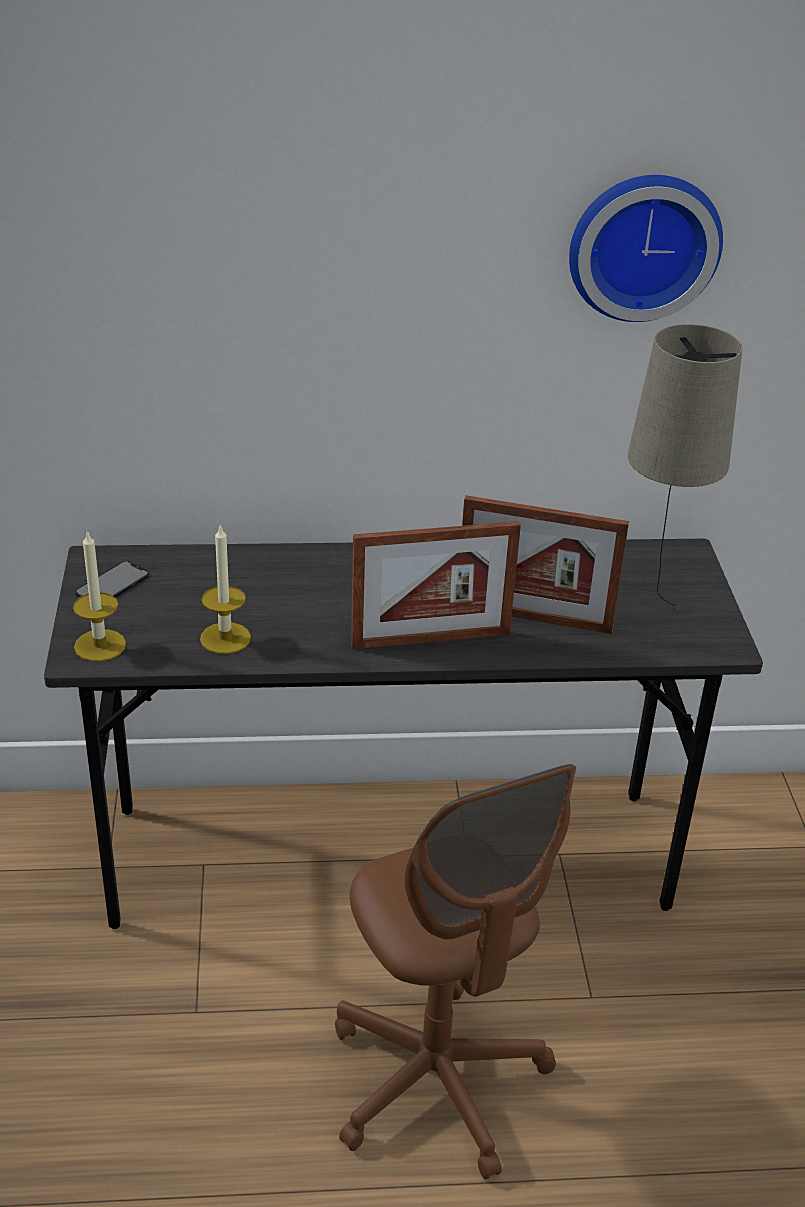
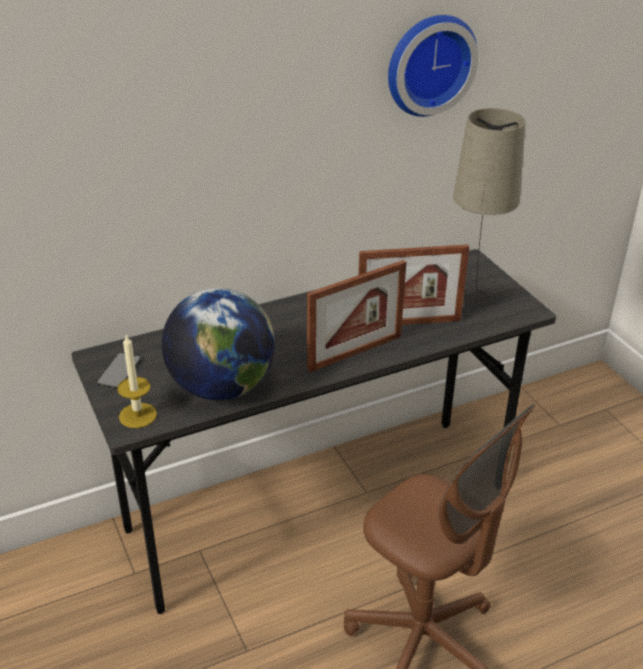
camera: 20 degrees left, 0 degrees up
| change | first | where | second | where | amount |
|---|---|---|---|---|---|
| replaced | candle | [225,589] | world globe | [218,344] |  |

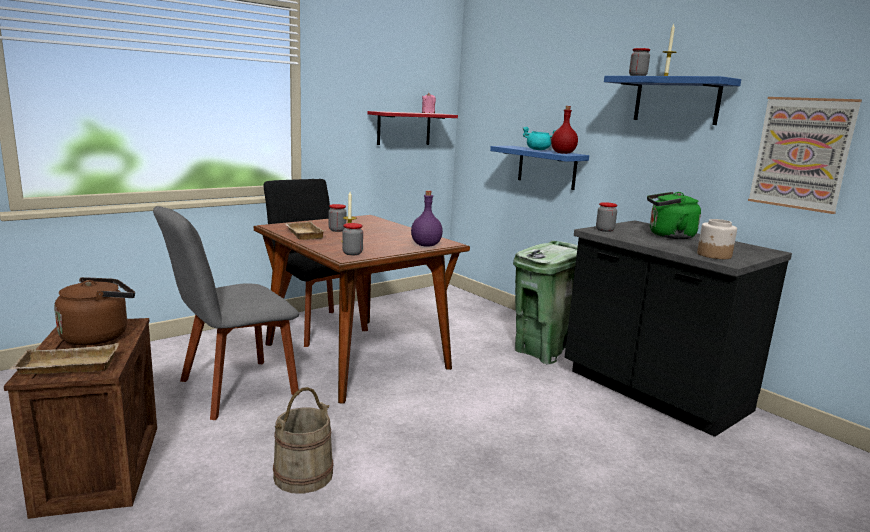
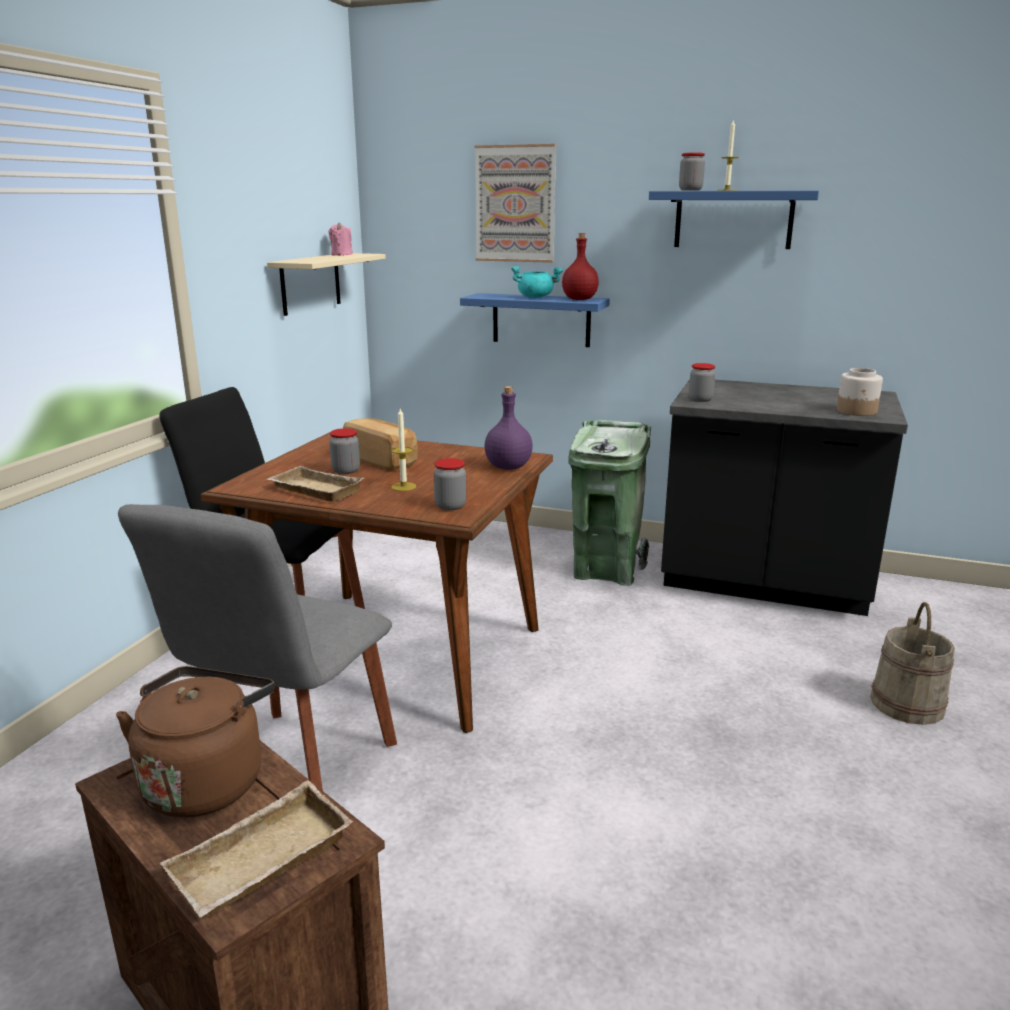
camera: 30 degrees left, 5 degrees up
| change | first | where | second | where | amount |
|---|---|---|---|---|---|
| moved | sand-coloured water bucket | [303,440] |  | [912,663] |  |
| recoloured | red shelf | [413,128] | sand-coloured shelf | [326,284] |  |
| removed | greenish water kettle | [674,215] |  |  |  |
| moved | wall art | [805,155] |  | [515,203] |  |
| added |  |  | baked bread | [380,444] |  |

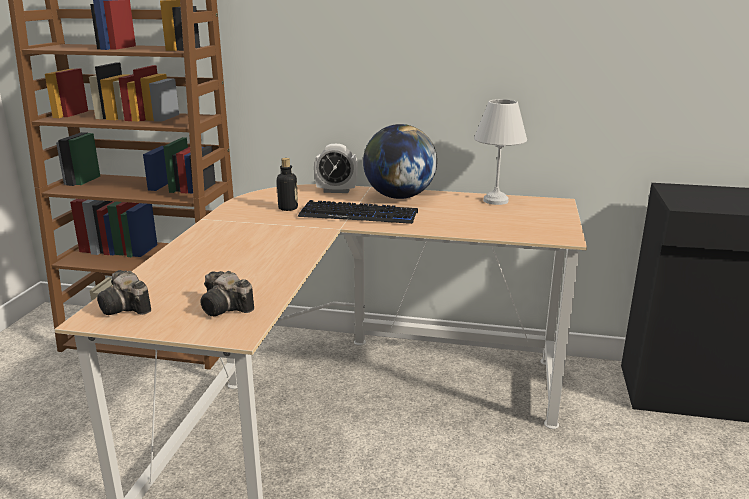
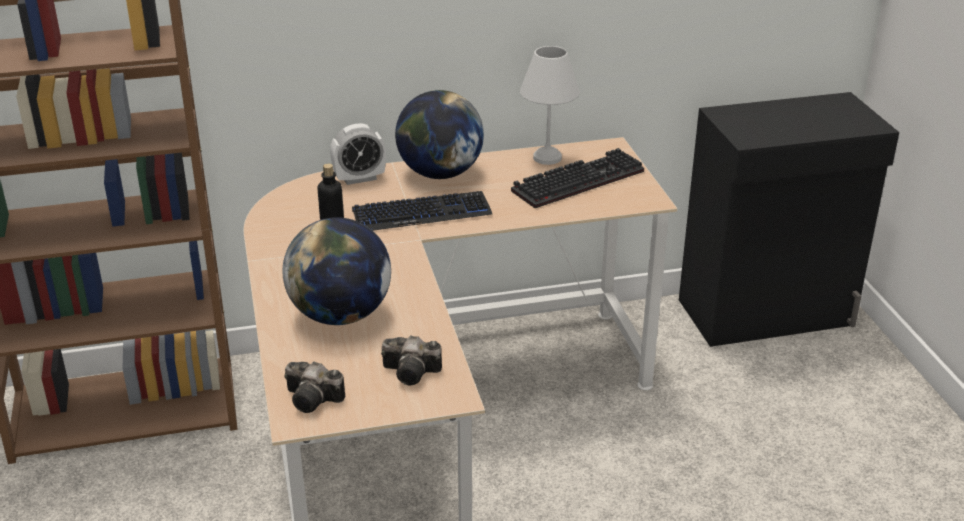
camera: 25 degrees left, 10 degrees up
| change | first | where | second | where | amount |
|---|---|---|---|---|---|
| added |  |  | world globe | [337,271] |  |
| added |  |  | computer keyboard | [577,178] |  |

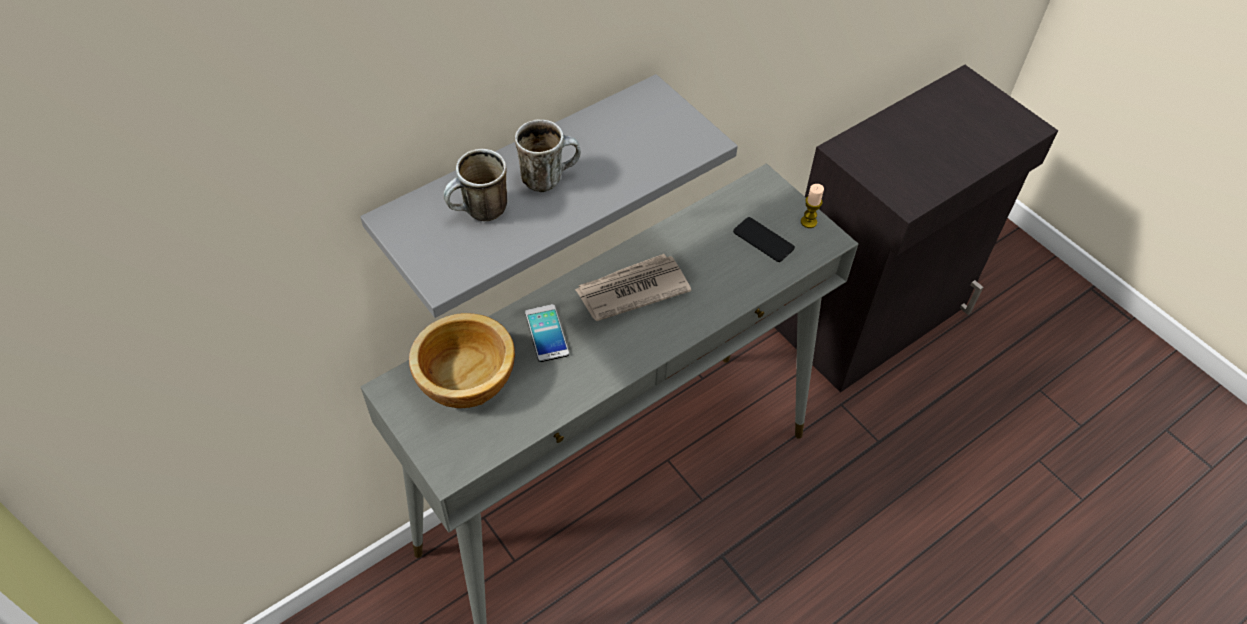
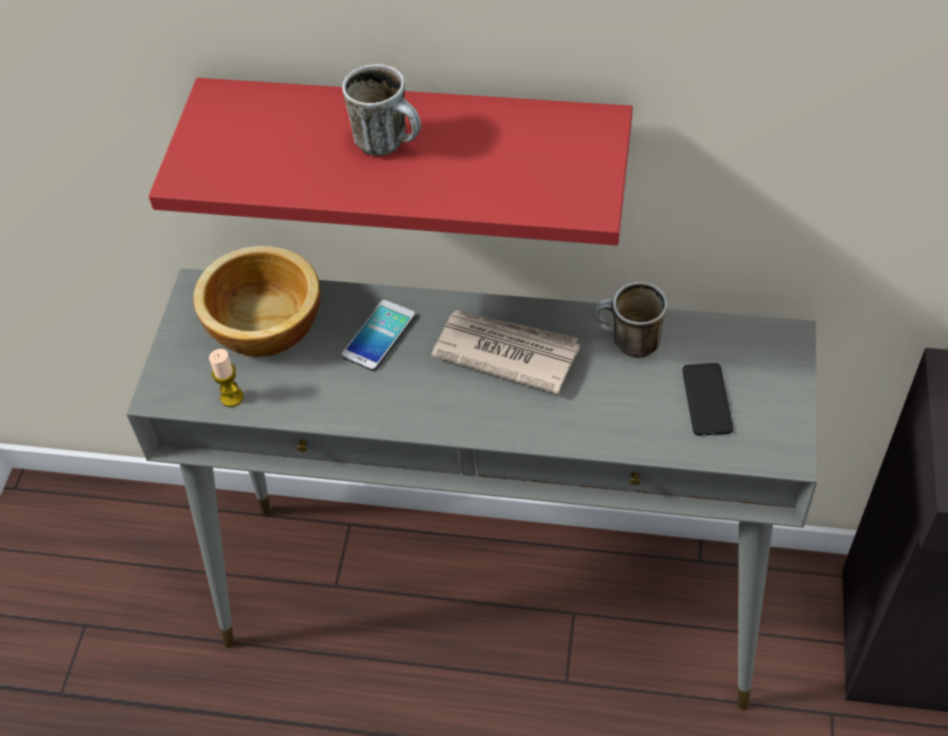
camera: 50 degrees right, 0 degrees up
| change | first | where | second | where | amount |
|---|---|---|---|---|---|
| recoloured | grey shelf | [549,196] | red shelf | [391,162] |  |
| moved | tea mug | [475,185] |  | [630,320] |  |
| moved | candle | [812,206] |  | [226,378] |  |

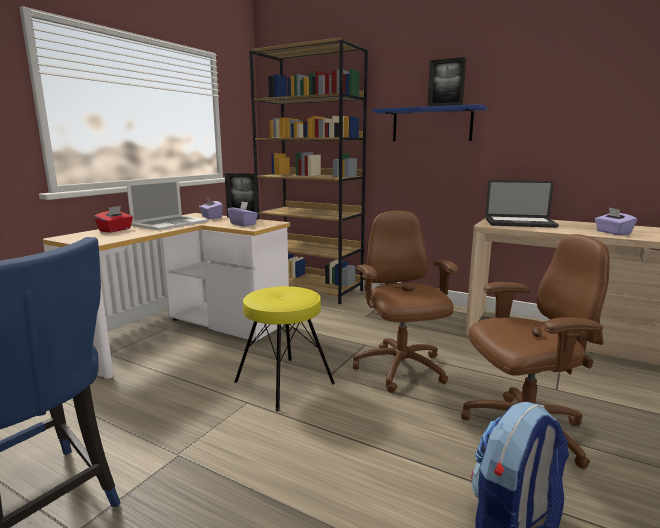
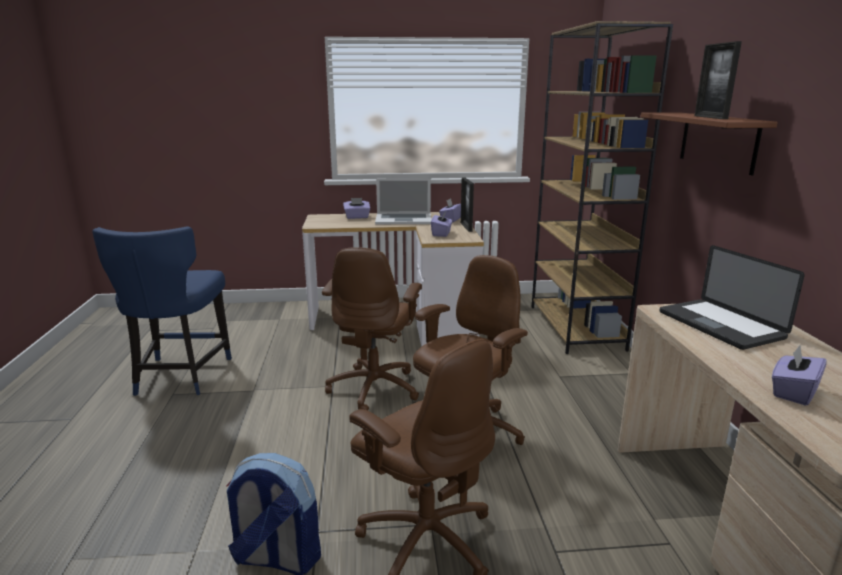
camera: 55 degrees right, 5 degrees up
| change | first | where | second | where | amount |
|---|---|---|---|---|---|
| recoloured | red box of tissues | [113,219] | purple box of tissues | [356,208] |  |
| replaced | yellow-coloured stool seat | [284,349] | brown desk chair | [372,328] |  |
| recoloured | bluish shelf | [430,122] | brown shelf | [709,143] |  |

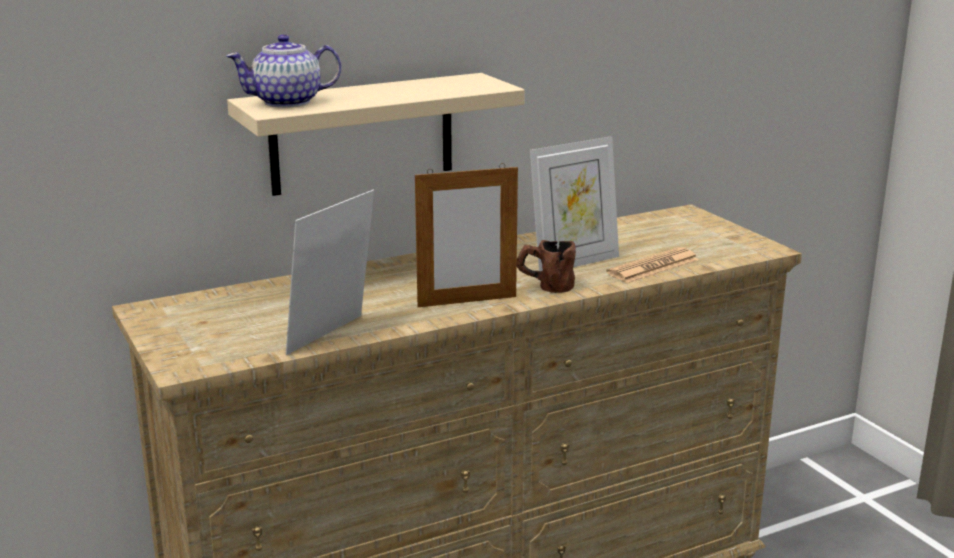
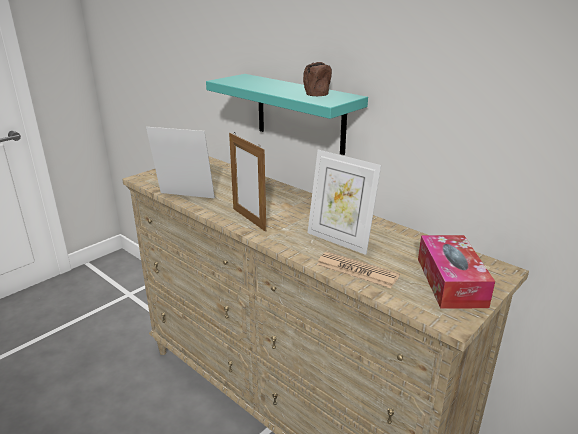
camera: 70 degrees right, 5 degrees up
| change | first | where | second | where | amount |
|---|---|---|---|---|---|
| removed | teapot | [284,71] |  |  |  |
| recoloured | sand-coloured shelf | [376,134] | turquoise shelf | [287,114] |  |
| moved | brown tea mug | [546,266] |  | [317,79] |  |
| added |  |  | box of tissues | [456,272] |  |

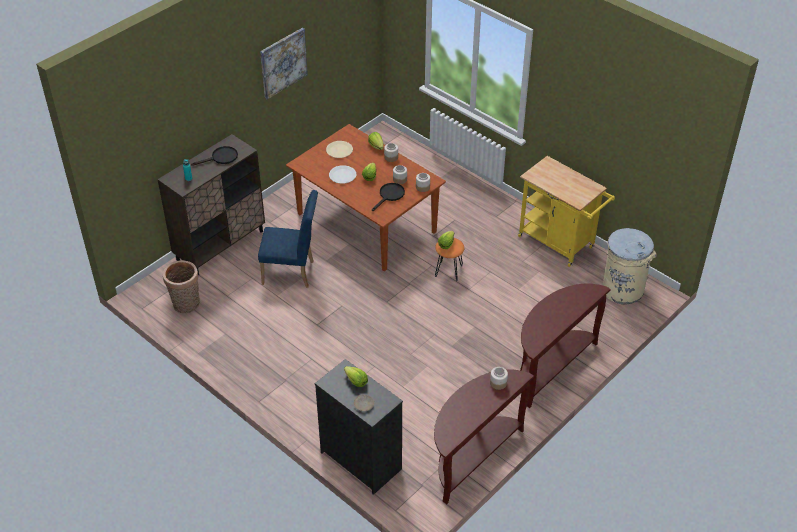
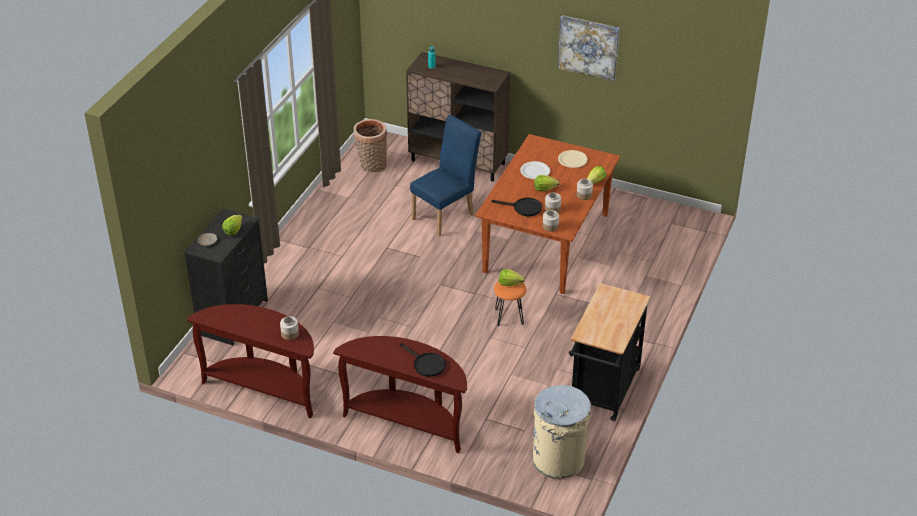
camera: 70 degrees right, 5 degrees down
| change | first | where | second | where | amount |
|---|---|---|---|---|---|
| moved | black frying pan | [214,156] |  | [422,360] |  |
| turned | bluish plain chair | [288,239] |  | [445,175] | 120 degrees counterclockwise |
| recoloured | yellow-coloured wheeled cart | [566,211] | black wheeled cart | [610,352] |  |

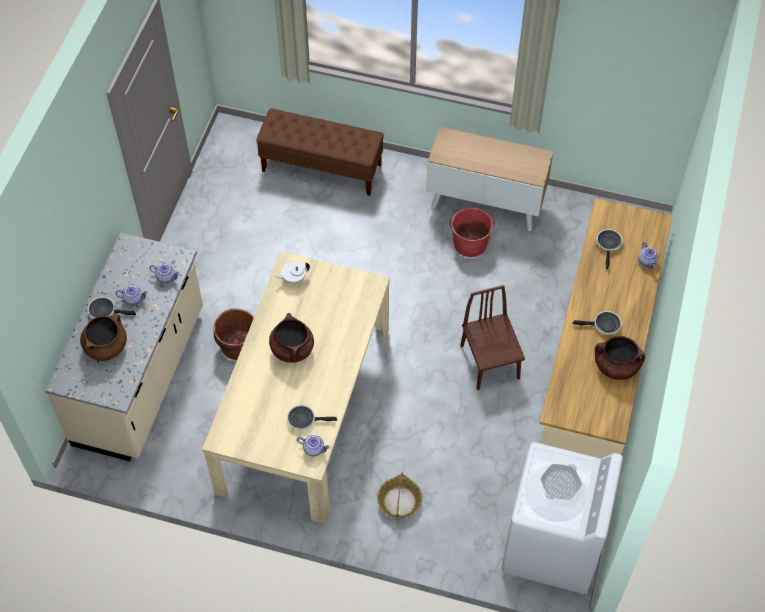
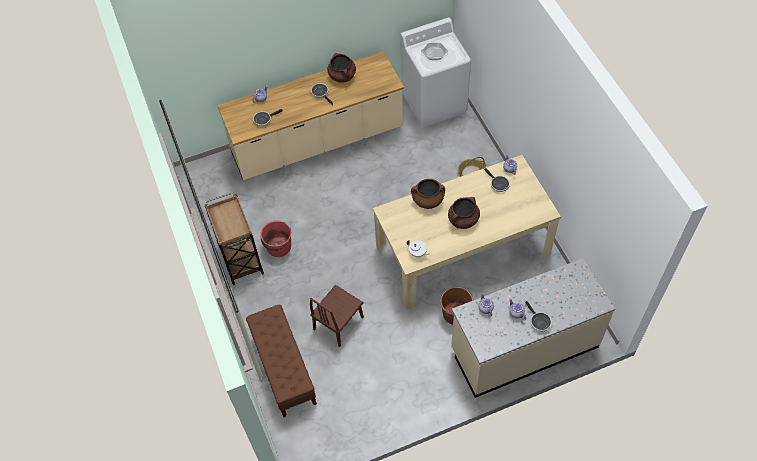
camera: 125 degrees left, 0 degrees up
| change | first | where | second | where | amount |
|---|---|---|---|---|---|
| moved | brown cooking pot | [103,337] |  | [428,194] |  |
| replaced | cabinet | [490,179] | brown wheeled cart | [234,238] |  |
| moved | brown plain chair | [492,337] |  | [337,316] |  |

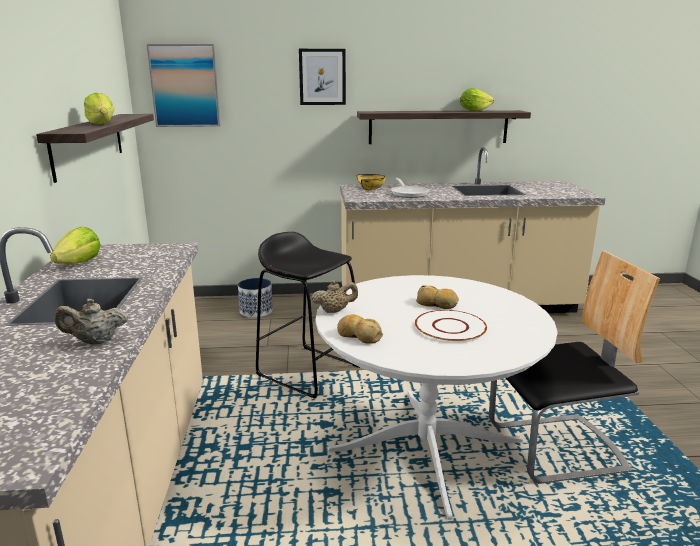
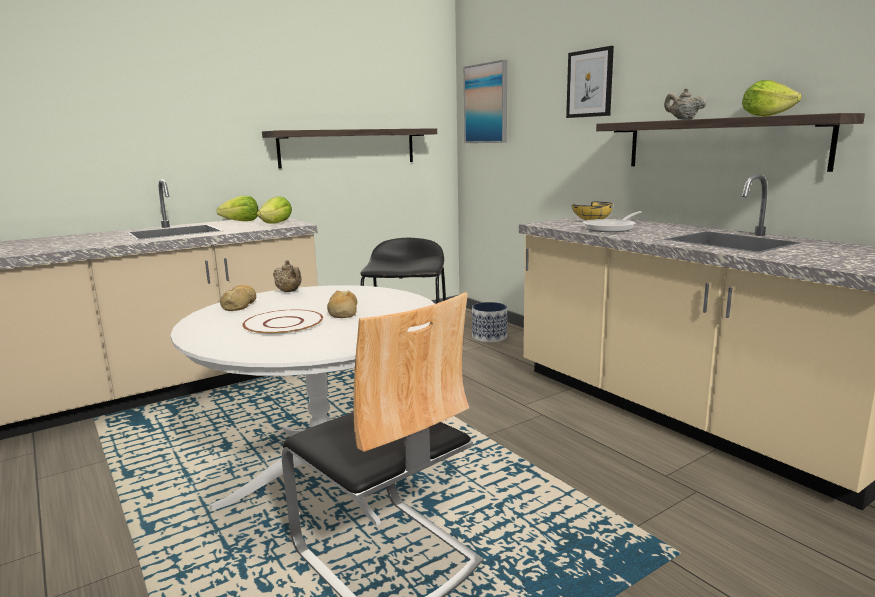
camera: 60 degrees right, 5 degrees down
| change | first | where | second | where | amount |
|---|---|---|---|---|---|
| moved | sand-coloured teapot | [91,321] |  | [685,104] |  |
| moved | lettuce | [99,108] |  | [274,210] |  |

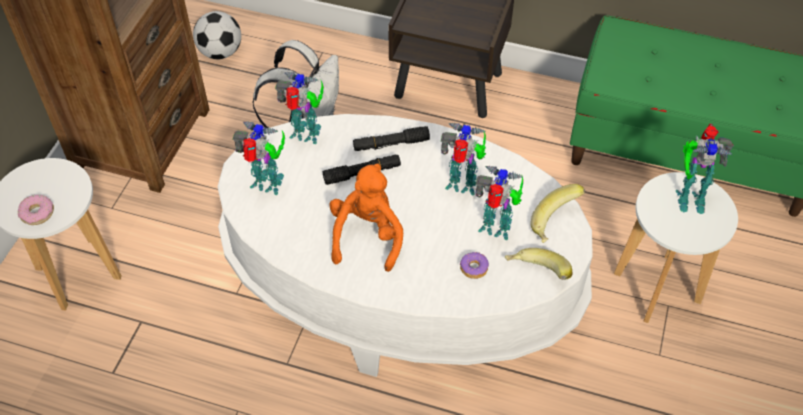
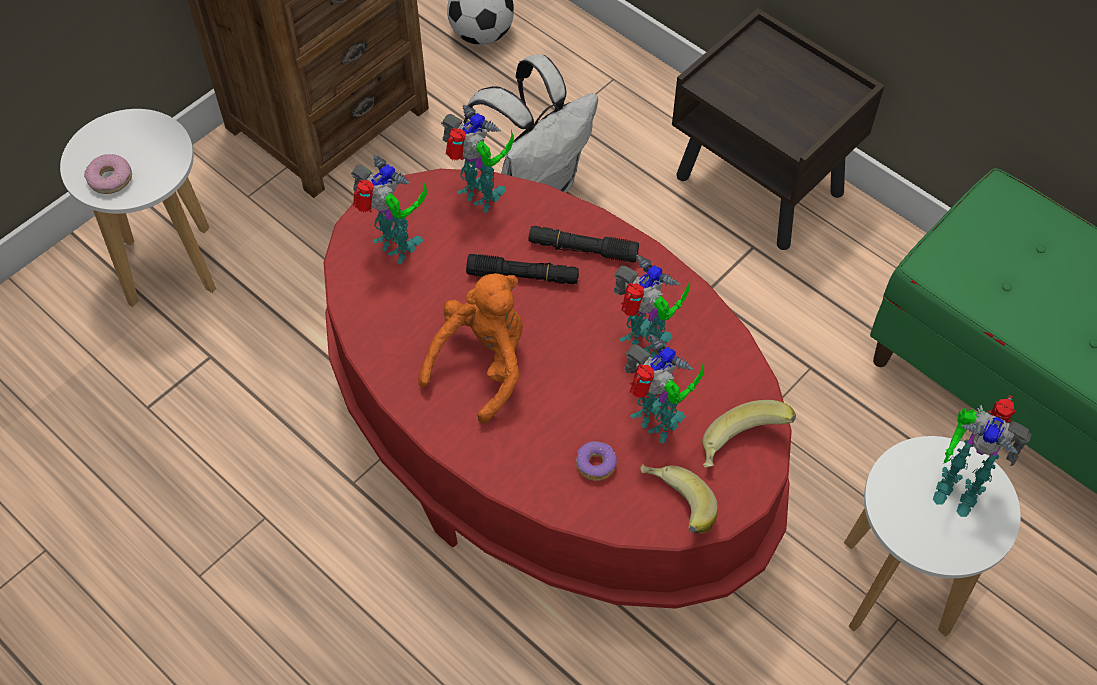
camera: 25 degrees right, 5 degrees up
| change | first | where | second | where | amount |
|---|---|---|---|---|---|
| recoloured | white lounge table | [405,245] | red lounge table | [557,389] |  |

